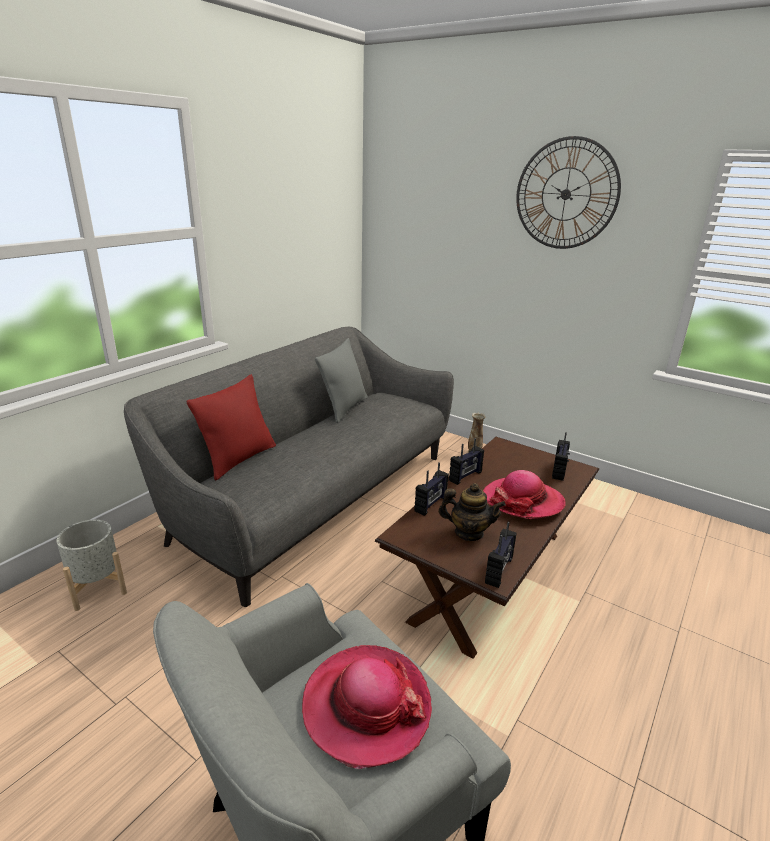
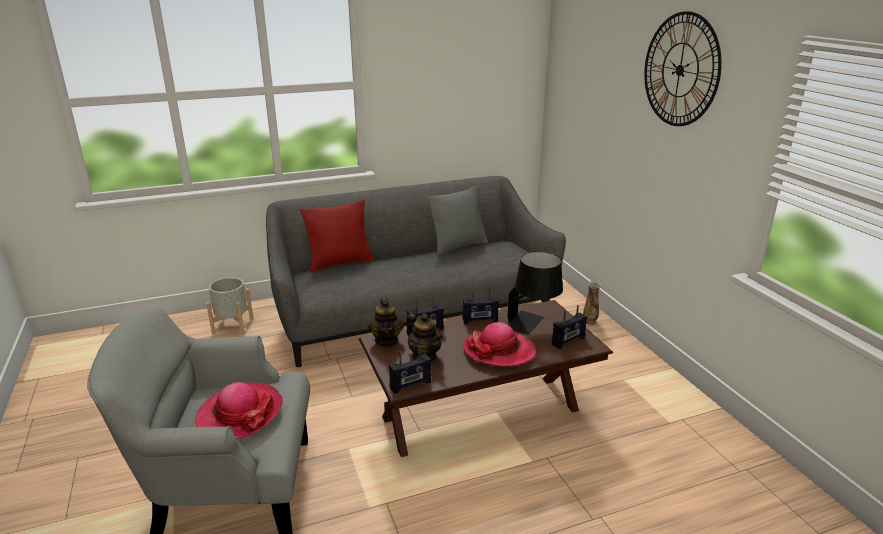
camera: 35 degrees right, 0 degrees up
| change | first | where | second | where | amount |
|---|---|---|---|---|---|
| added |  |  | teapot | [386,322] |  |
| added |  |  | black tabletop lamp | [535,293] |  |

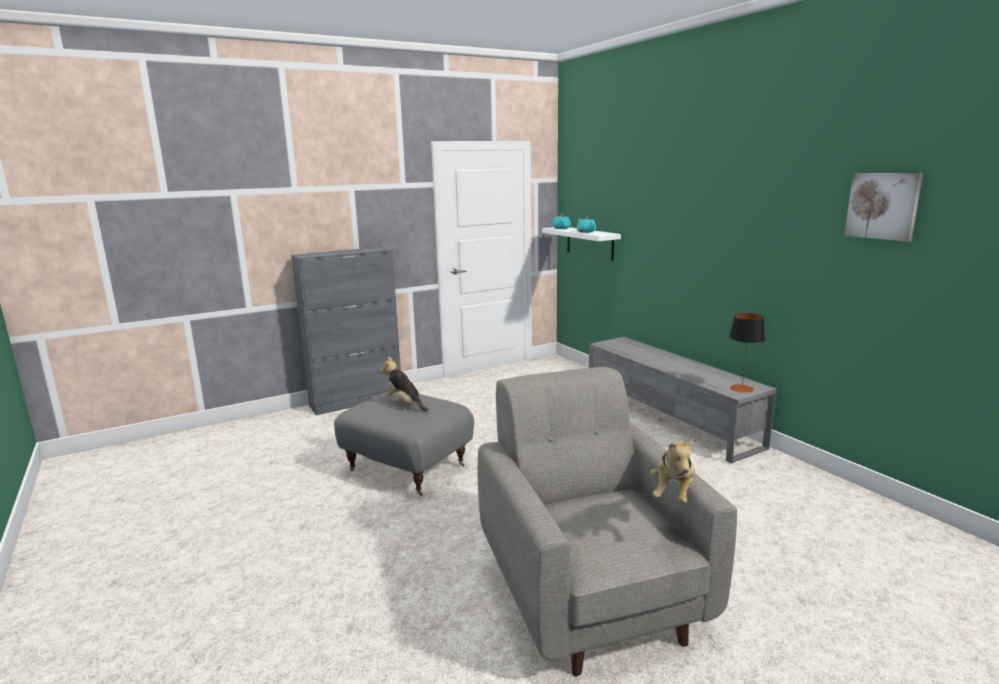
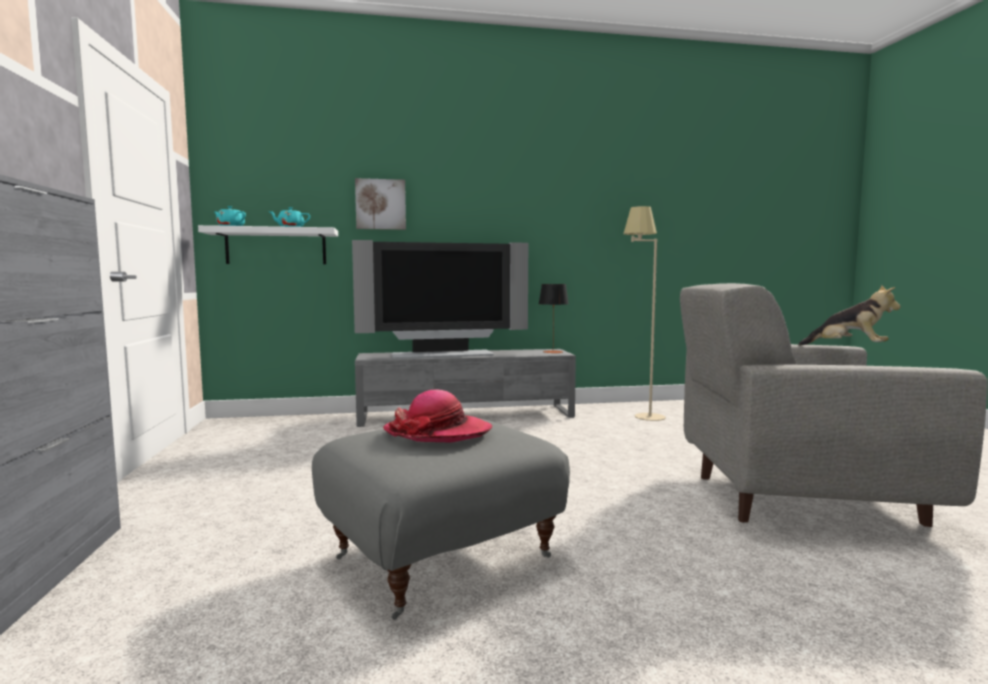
camera: 70 degrees left, 10 degrees down
| change | first | where | second | where | amount |
|---|---|---|---|---|---|
| replaced | cuddly toy | [404,384] | wearable hat | [437,416] |  |
| moved | wall art | [883,207] |  | [380,204] |  |
| added |  |  | television | [440,299] |  |
| added |  |  | sand-coloured standard lamp | [644,313] |  |

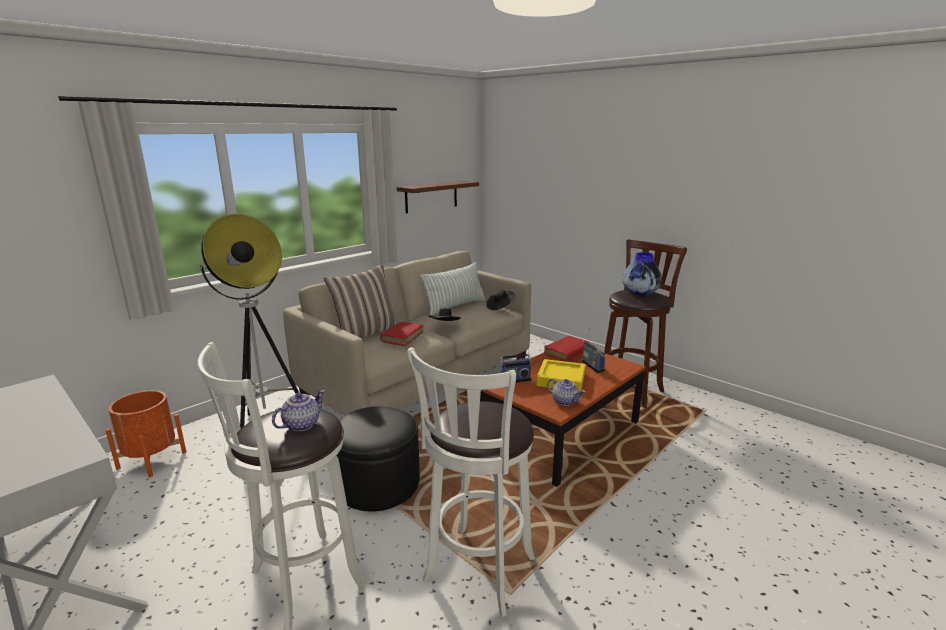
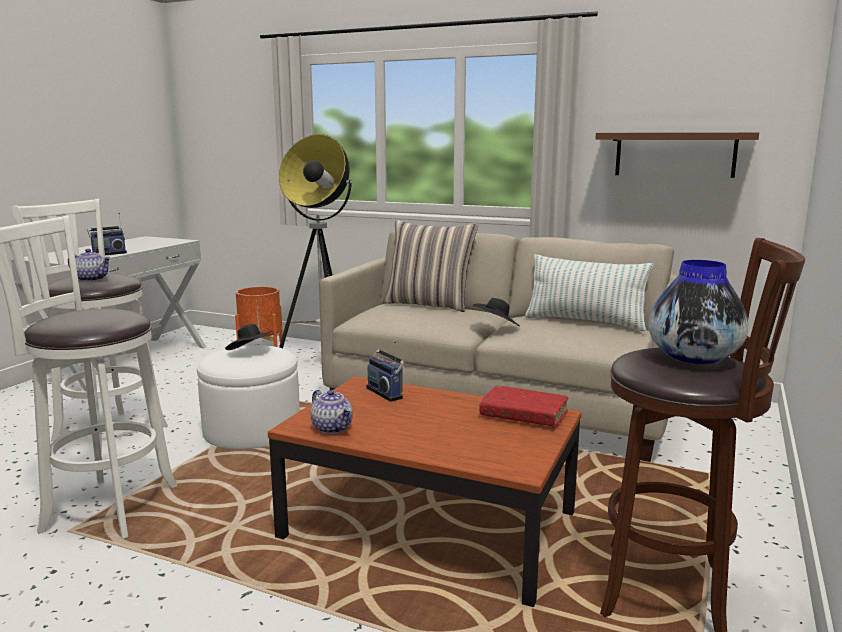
camera: 70 degrees right, 5 degrees down
| change | first | where | second | where | amount |
|---|---|---|---|---|---|
| recoloured | black footrest | [378,458] | white footrest | [248,397] |  |
| removed | red book | [401,334] |  |  |  |
| moved | black wearable hat | [500,300] |  | [248,337] |  |
| removed | yellow-coloured carrying tray | [561,375] |  |  |  |
| turned | teapot | [566,392] |  | [332,412] | 60 degrees counterclockwise |
| moved | radio | [593,351] |  | [107,234] |  |

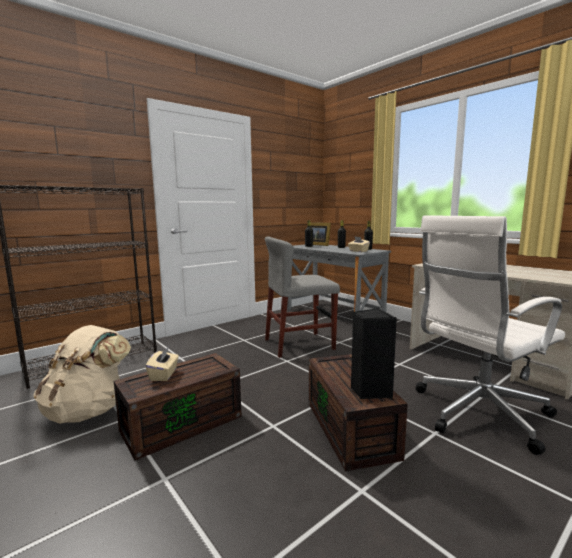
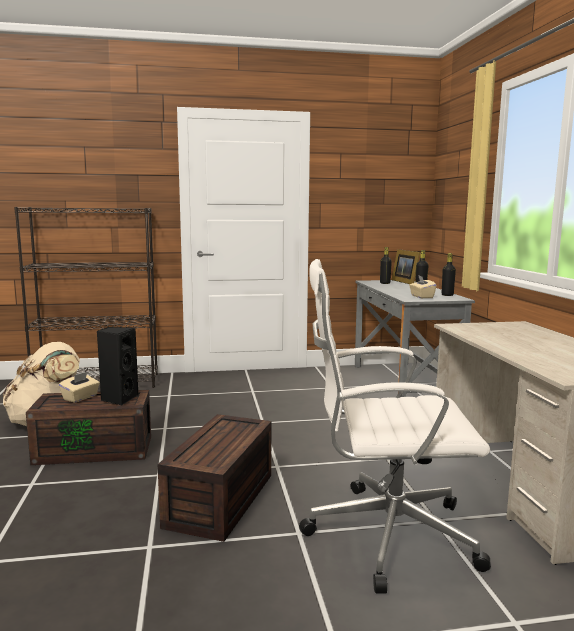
camera: 30 degrees right, 0 degrees up
| change | first | where | second | where | amount |
|---|---|---|---|---|---|
| removed | grey plain chair | [302,297] |  |  |  |
| moved | black audio speaker | [374,353] |  | [117,366] |  |

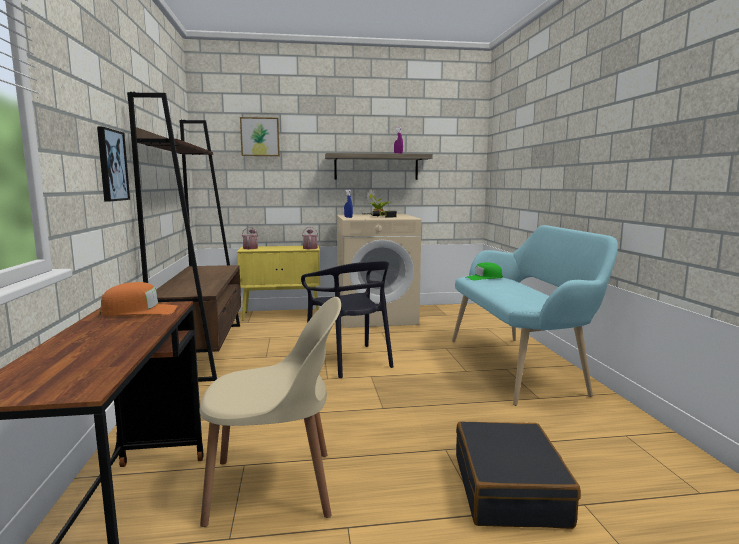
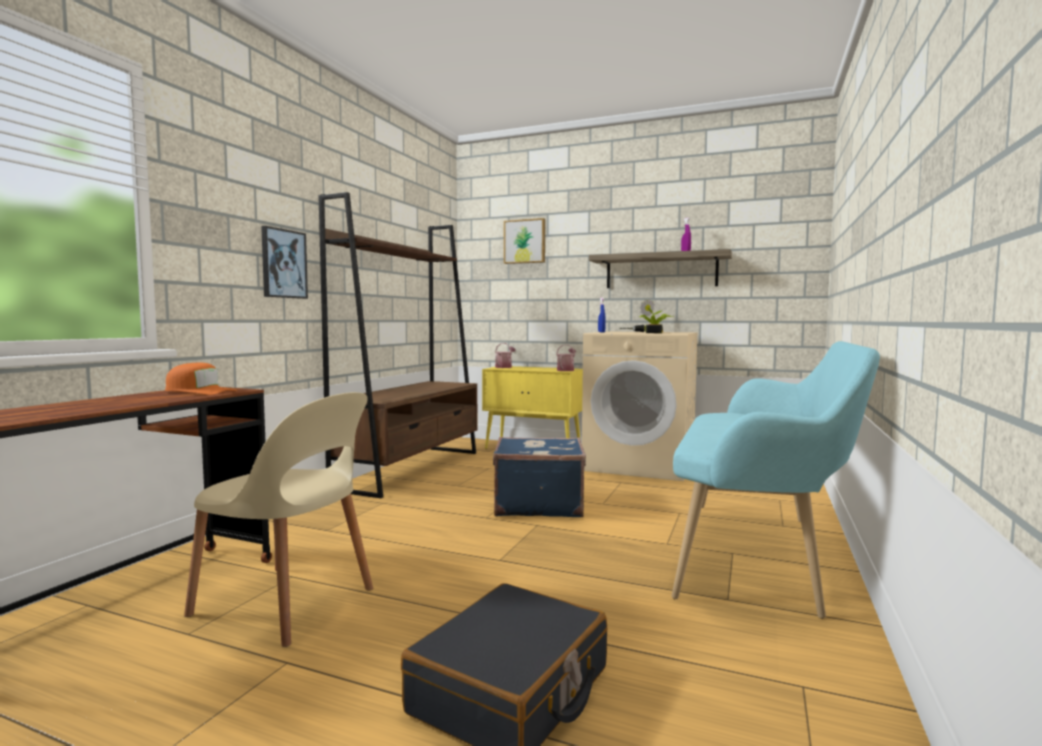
camera: 30 degrees right, 5 degrees down
| change | first | where | second | where | amount |
|---|---|---|---|---|---|
| replaced | black plain chair | [347,319] | bluish piece of luggage | [539,477] |  |
| removed | greenish peaked cap | [484,271] |  |  |  |

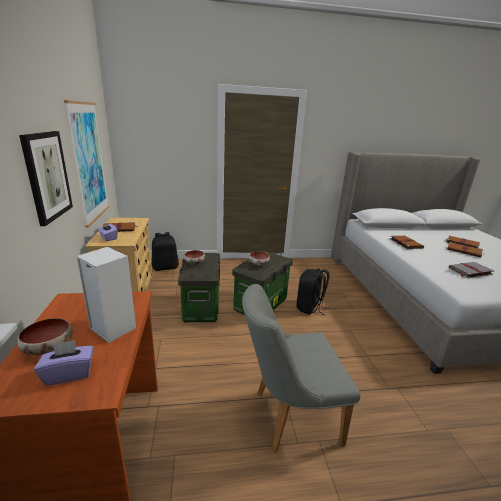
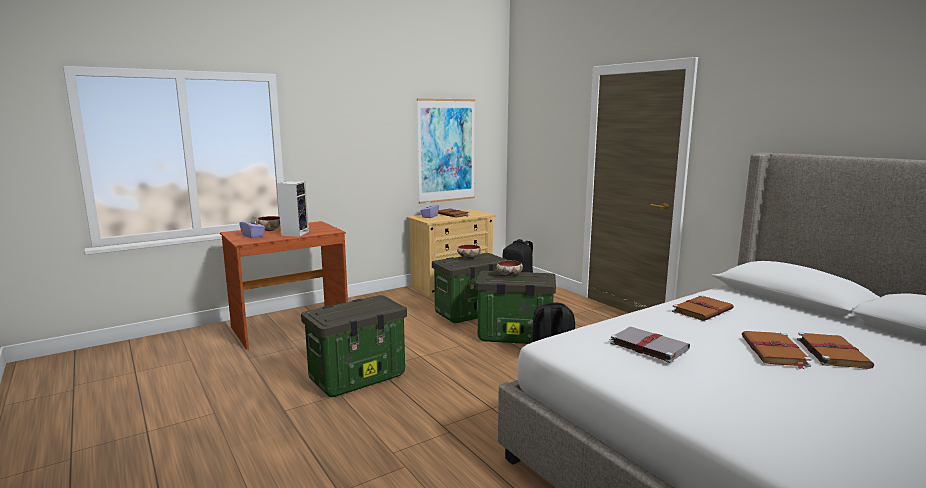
camera: 65 degrees right, 10 degrees down
| change | first | where | second | where | amount |
|---|---|---|---|---|---|
| removed | wall art | [46,178] |  |  |  |
| replaced | grey plain chair | [301,369] | storage bin | [354,346] |  |

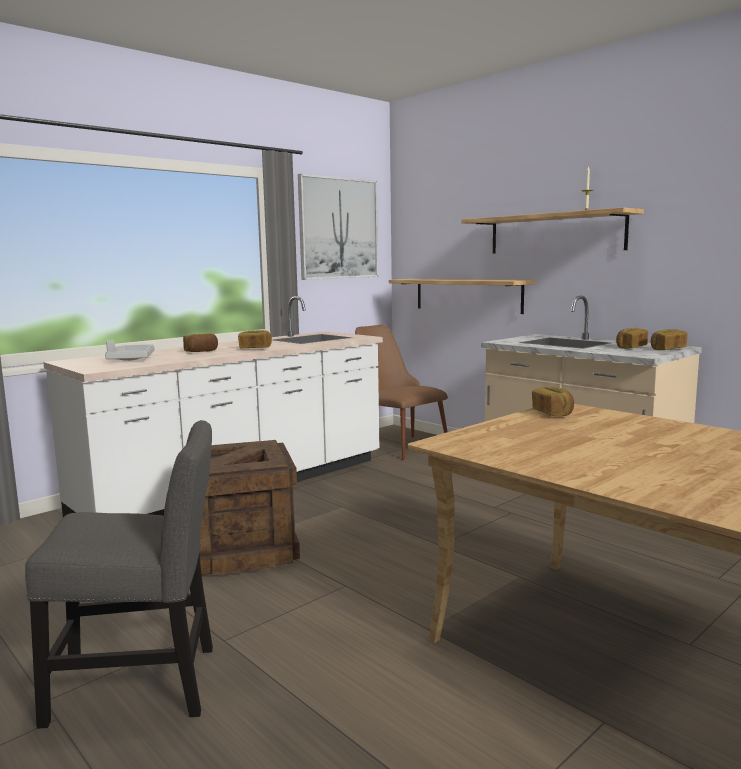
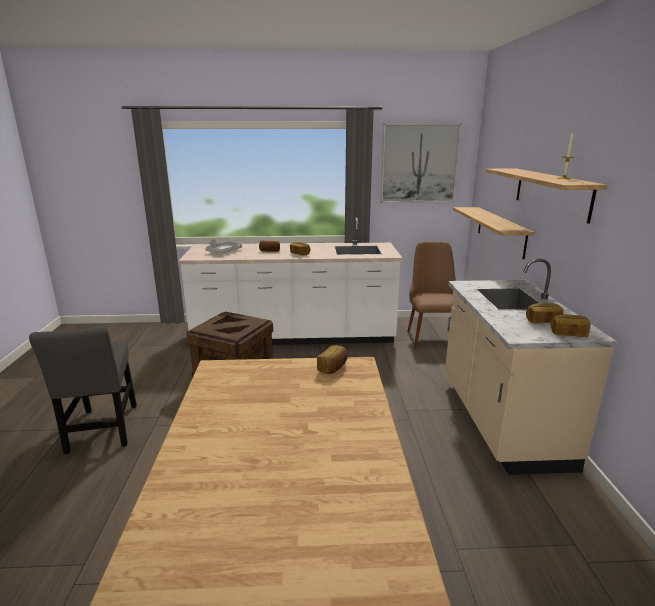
camera: 40 degrees right, 10 degrees up
| change | first | where | second | where | amount |
|---|---|---|---|---|---|
| turned | grey plain chair | [119,574] |  | [83,390] | 45 degrees clockwise |

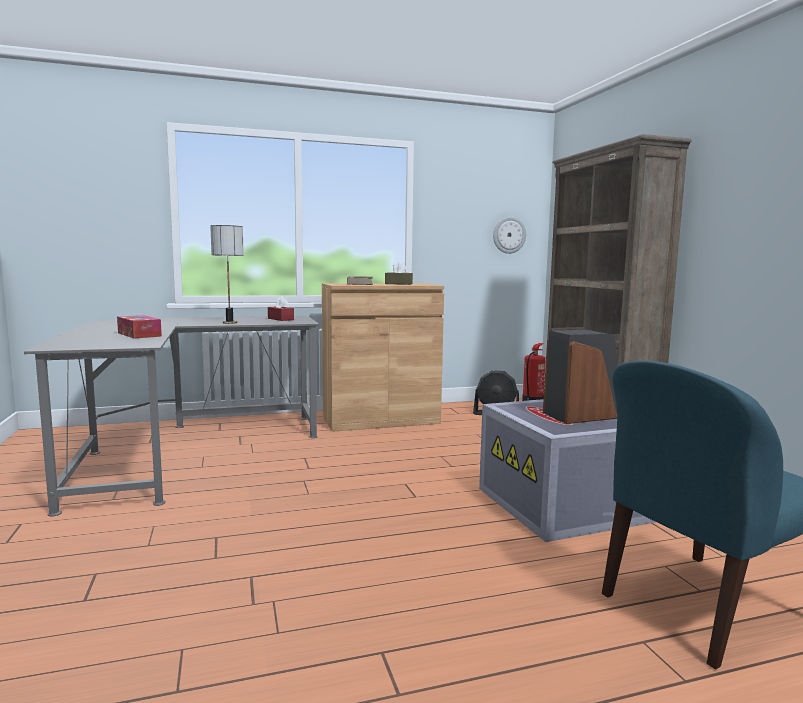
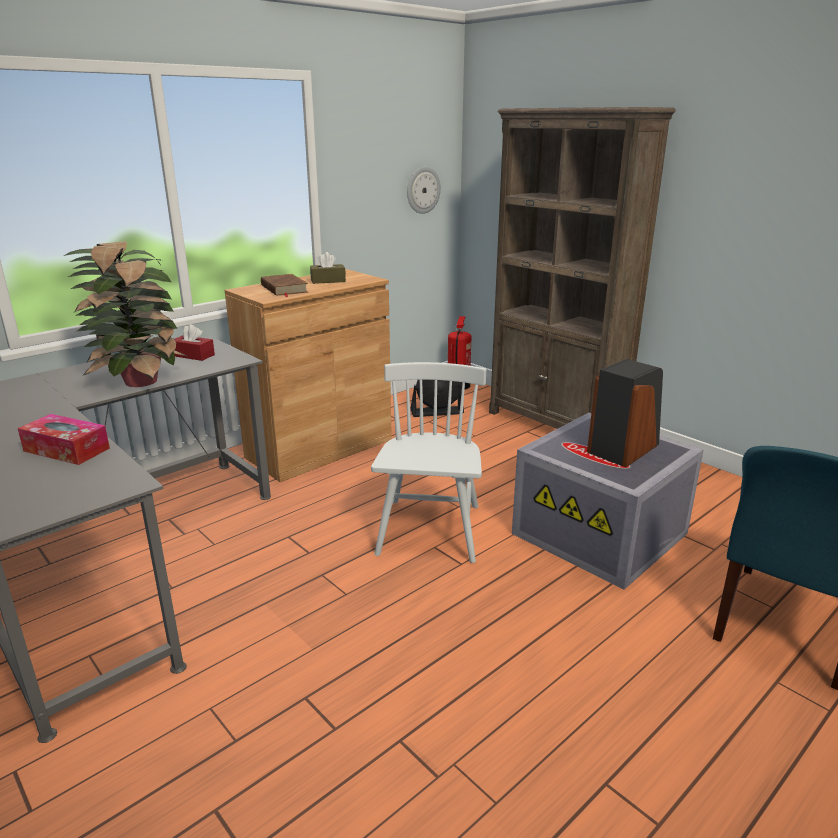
camera: 25 degrees left, 15 degrees up
| change | first | where | second | where | amount |
|---|---|---|---|---|---|
| replaced | tabletop lamp | [227,274] | potted plant | [125,314] |  |
| added |  |  | white plain chair | [428,462] |  |

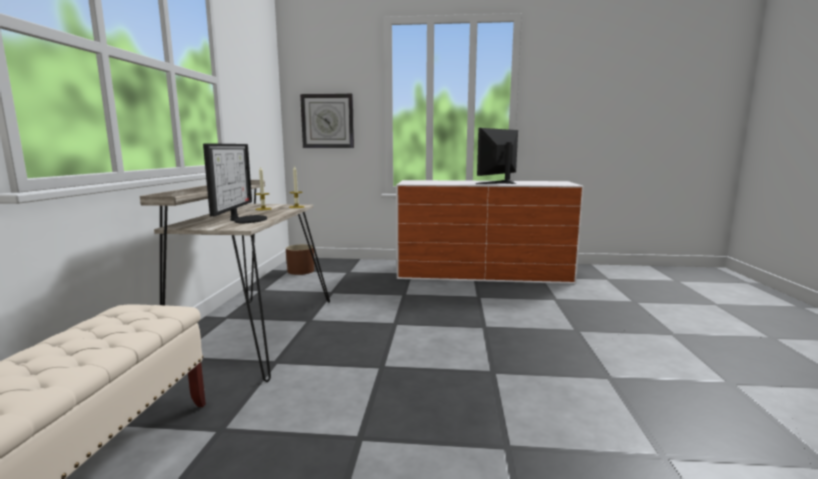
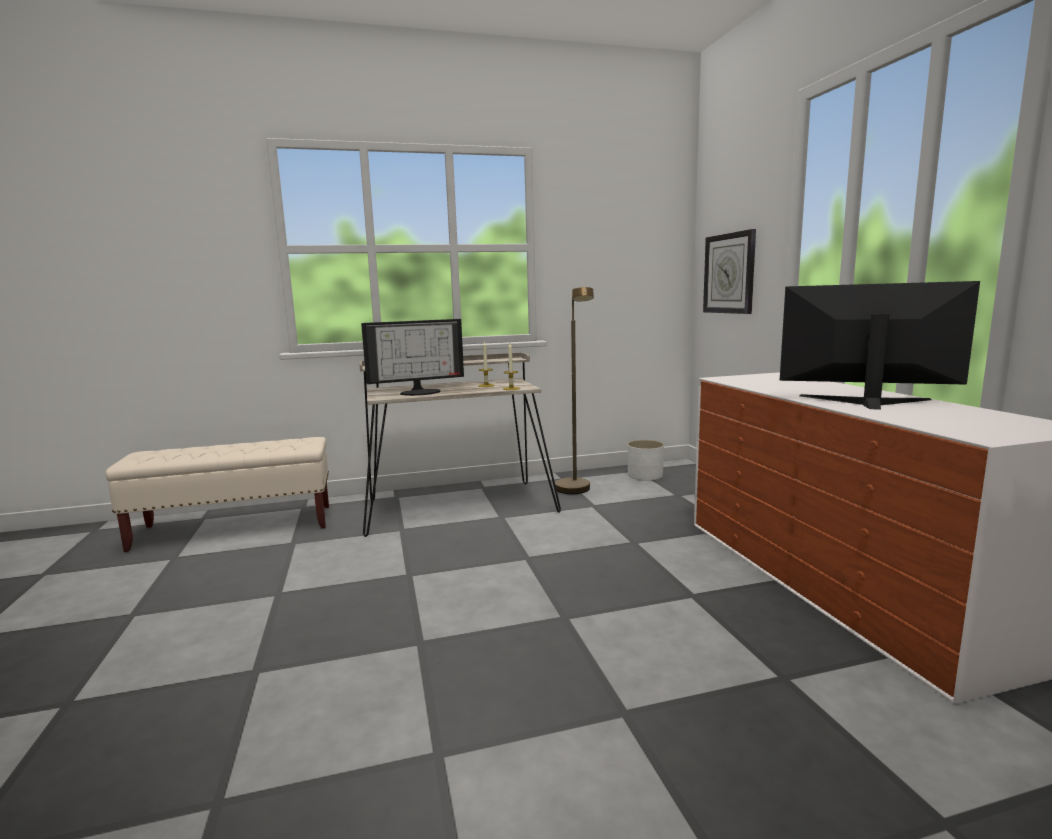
camera: 70 degrees right, 0 degrees up
| change | first | where | second | where | amount |
|---|---|---|---|---|---|
| recoloured | brown planter | [300,259] | white planter | [645,460] |  |
| added |  |  | brown standard lamp | [574,390] |  |

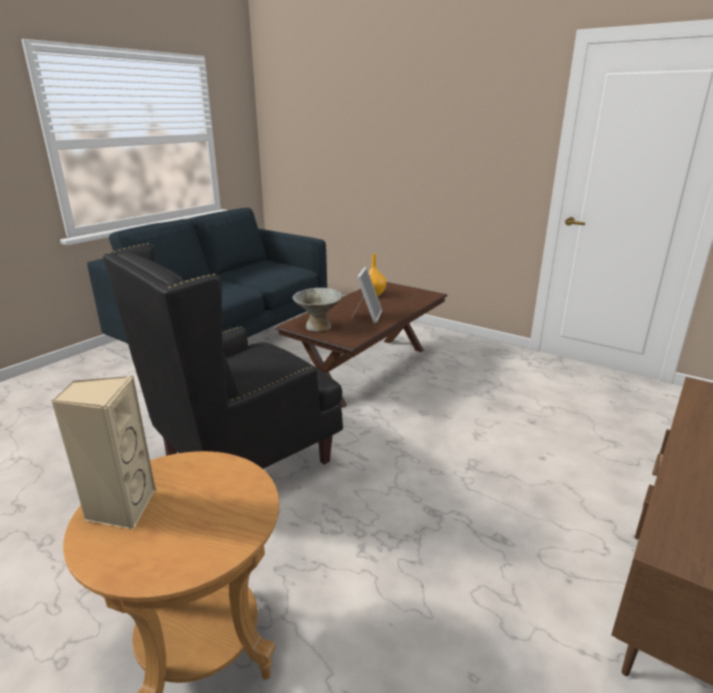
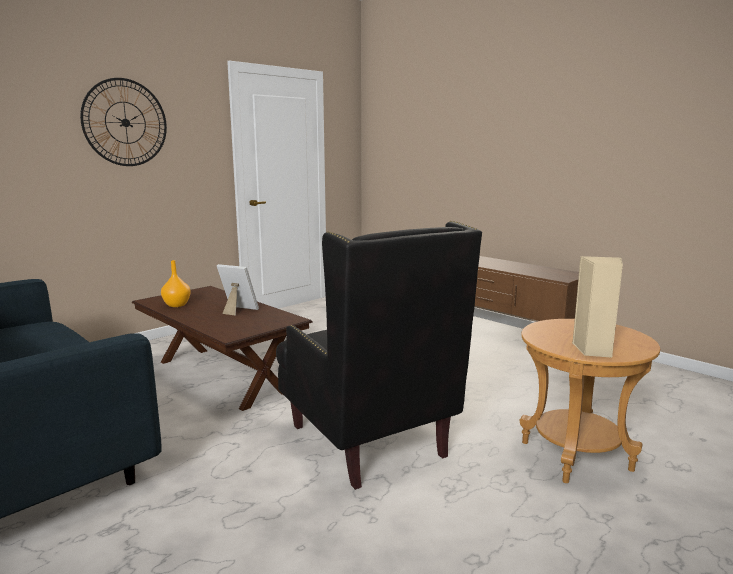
camera: 80 degrees left, 10 degrees down
| change | first | where | second | where | amount |
|---|---|---|---|---|---|
| removed | grey bowl | [318,310] |  |  |  |
| added |  |  | hanging clock | [123,122] |  |

